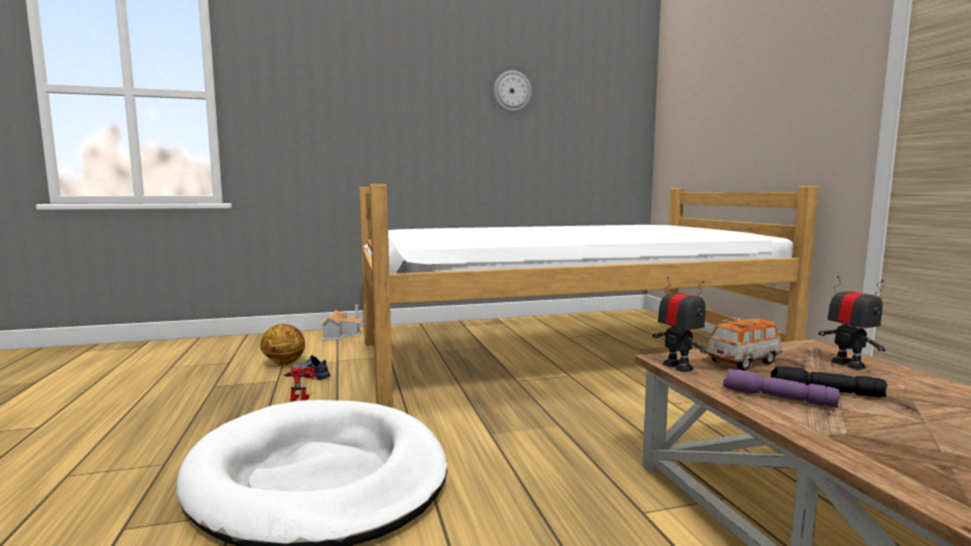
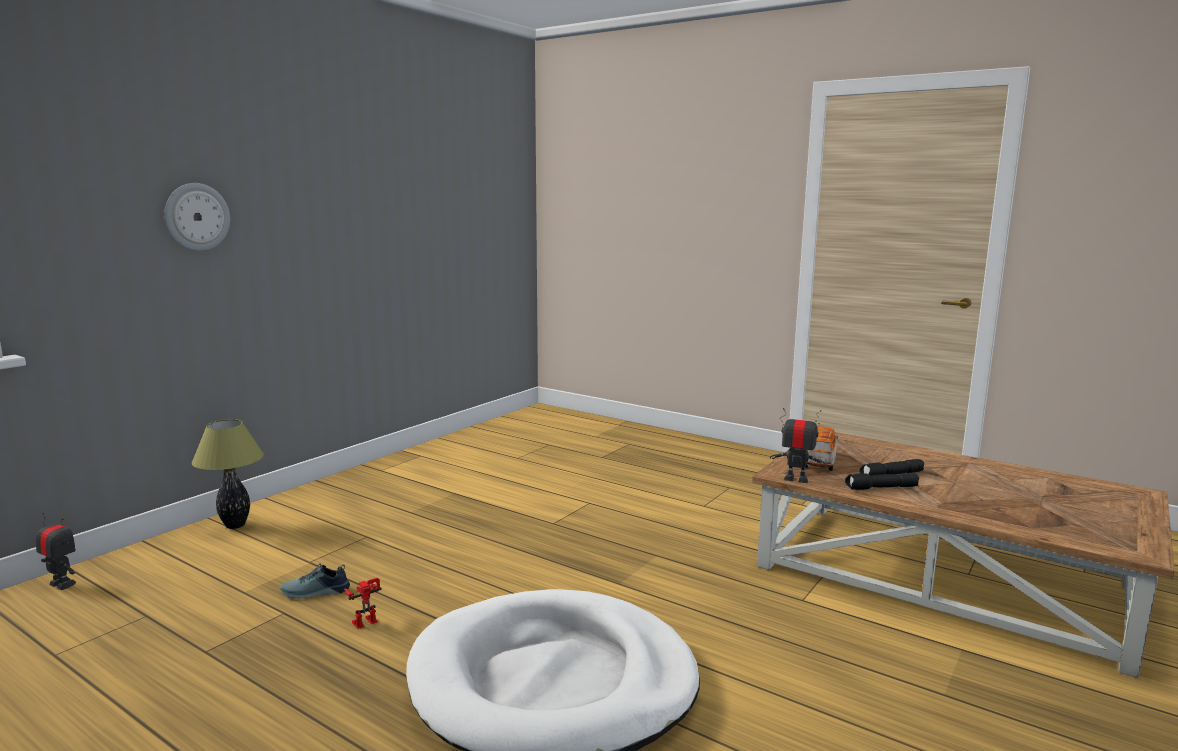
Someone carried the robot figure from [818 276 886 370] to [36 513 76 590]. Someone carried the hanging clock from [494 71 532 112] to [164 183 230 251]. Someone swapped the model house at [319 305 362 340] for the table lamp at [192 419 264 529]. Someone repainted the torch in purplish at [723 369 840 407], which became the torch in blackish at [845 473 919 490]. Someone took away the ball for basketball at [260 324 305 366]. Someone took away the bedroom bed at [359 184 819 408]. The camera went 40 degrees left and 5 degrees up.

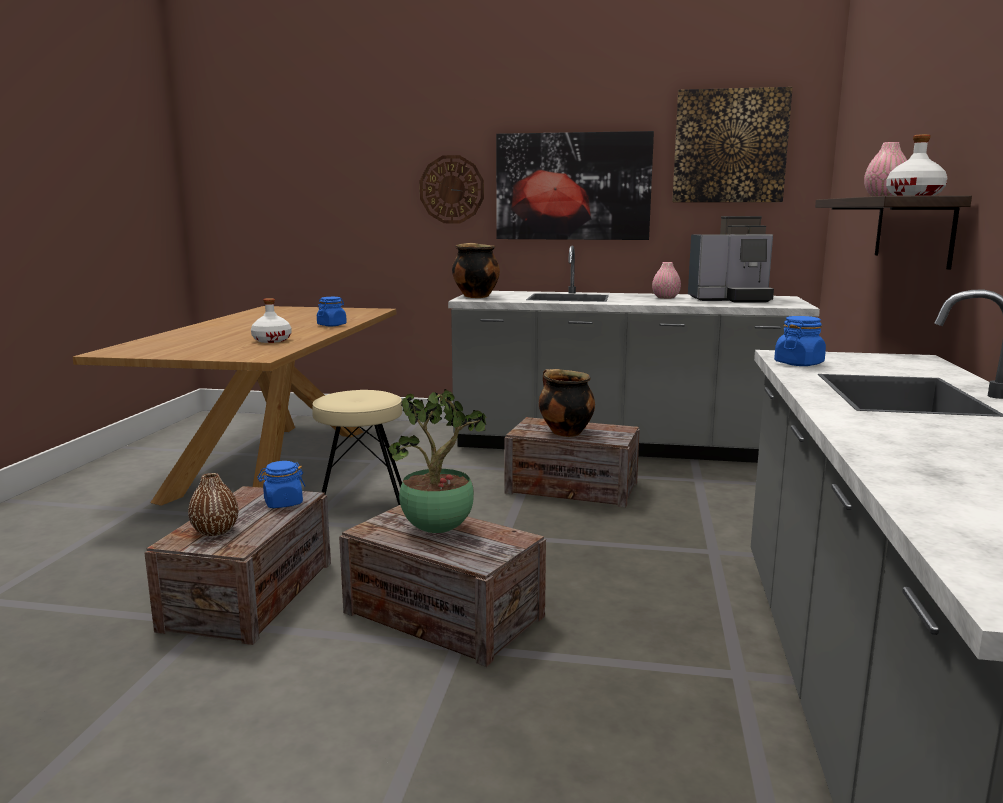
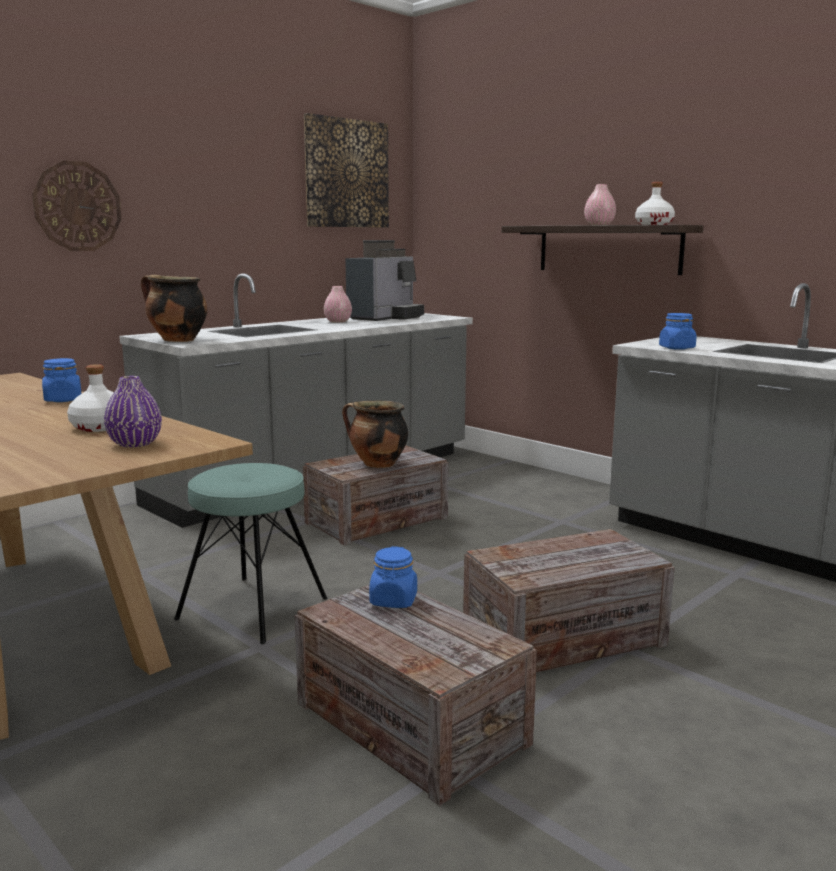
Someone put down the vase in purplish at [104 376 162 448]. Someone repainted the stool in beige-coloured at [312 390 402 505], which became the stool in turquoise at [174 463 327 644]. Someone took away the vase in brown at [188 473 239 536]. Someone took away the plant in a pot at [388 389 487 533]. Someone took away the wall picture at [496 131 654 240]. The camera went 55 degrees left and 0 degrees up.

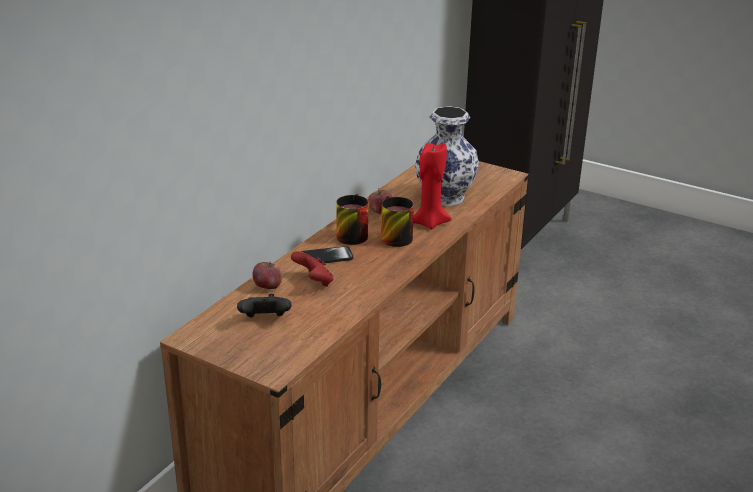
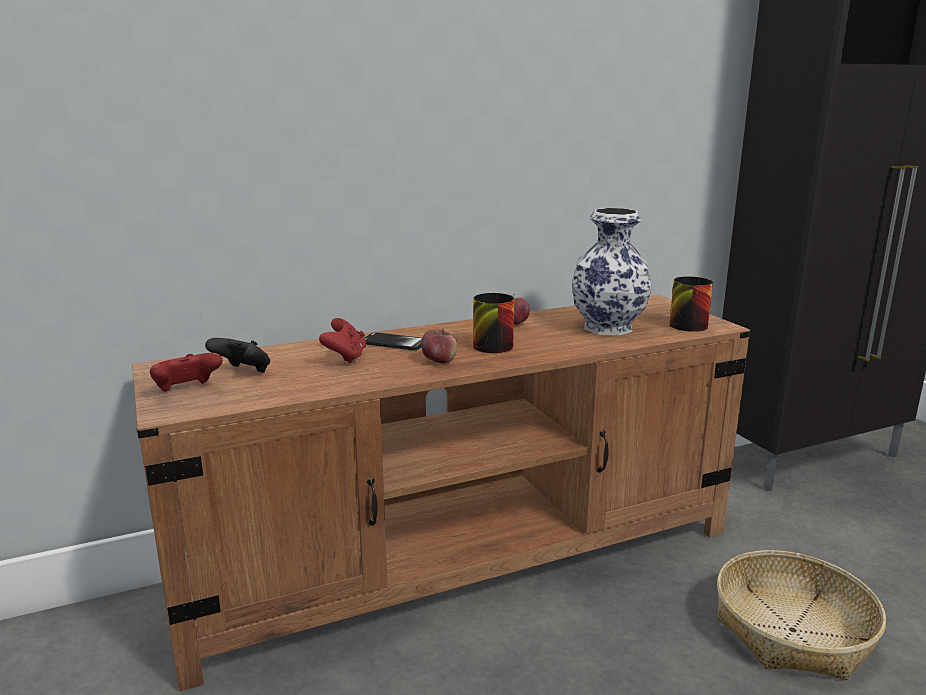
Someone put down the joypad in red at [150 353 222 392]. Someone carried the apple from [252 262 283 289] to [421 328 458 364]. Someone carried the tea mug from [336 194 368 245] to [669 276 713 332]. Someone put down the storage basket at [717 550 886 680]. Someone took away the candle in red at [413 142 451 230]. The camera went 35 degrees right and 10 degrees down.

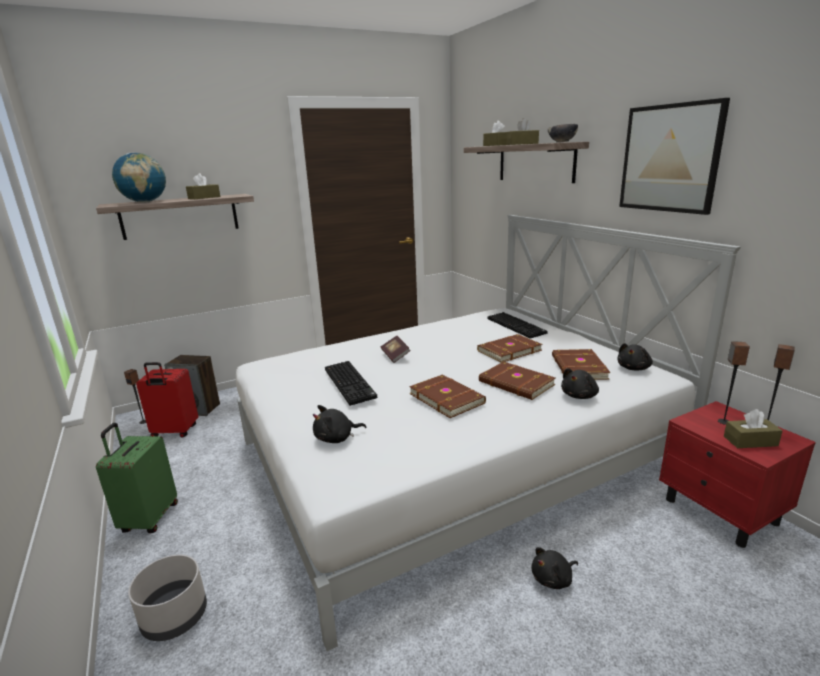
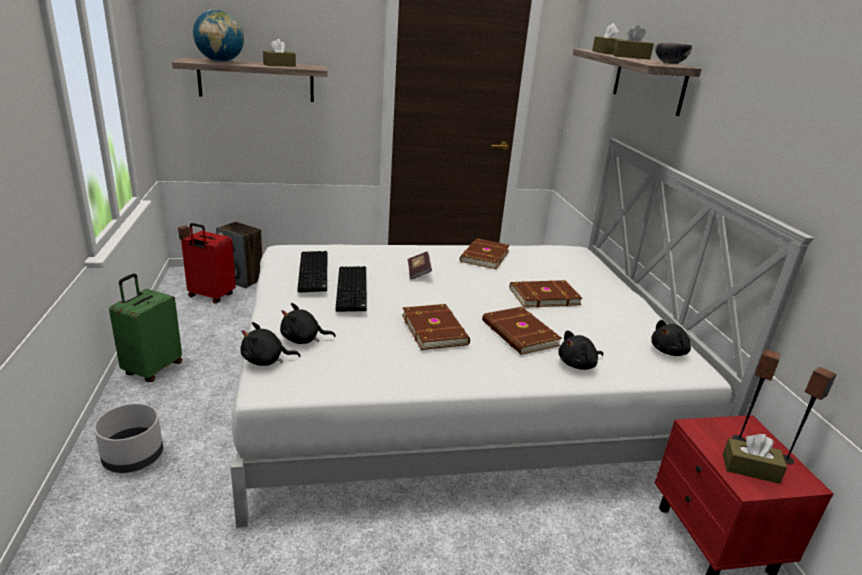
Someone carried the cuddly toy in blackish from [532 547 578 589] to [240 322 301 366]. Someone carried the PC keyboard from [487 312 548 339] to [297 251 327 293]. Someone carried the book in brown from [552 349 611 380] to [460 238 510 269]. Someone took away the wall picture at [619 98 730 215]. The camera went 15 degrees right and 5 degrees up.

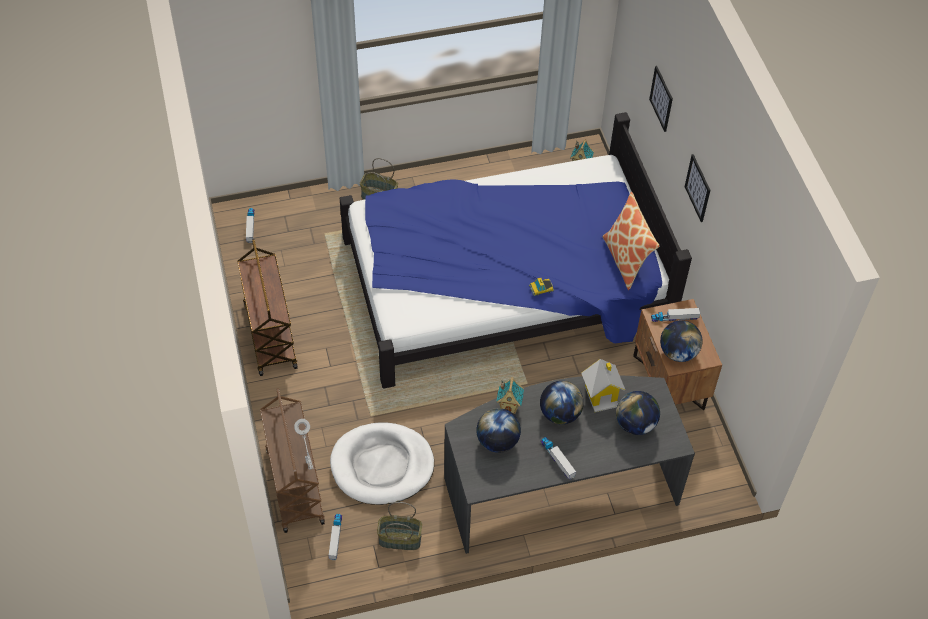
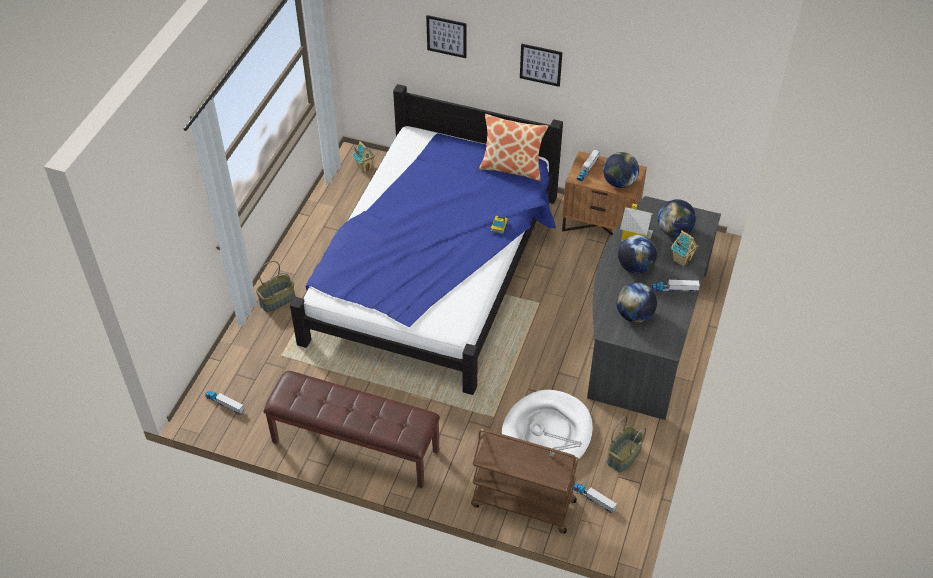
Someone swapped the wheeled cart in brown at [237 239 298 376] for the bench in brown at [263 371 440 488]. Someone carried the model house from [496 377 524 414] to [671 231 699 267]. The camera went 55 degrees left and 5 degrees down.

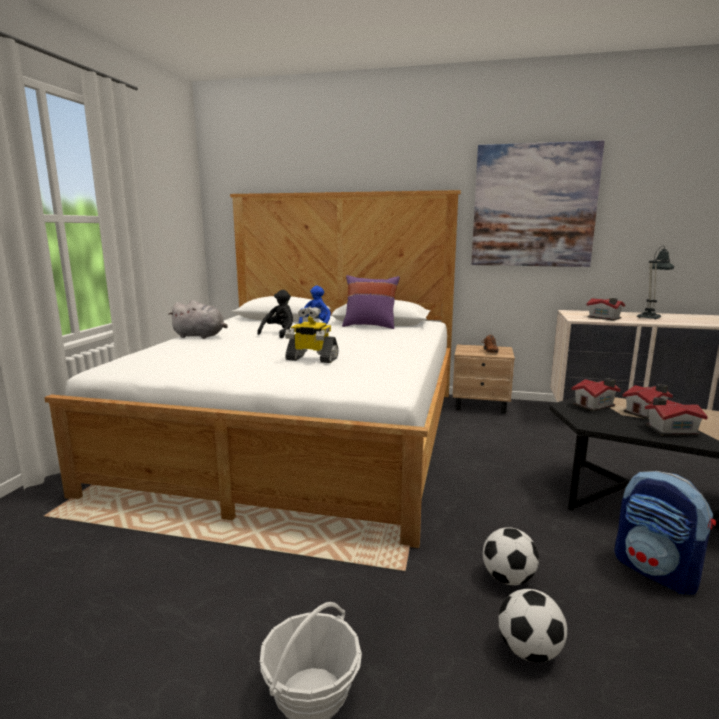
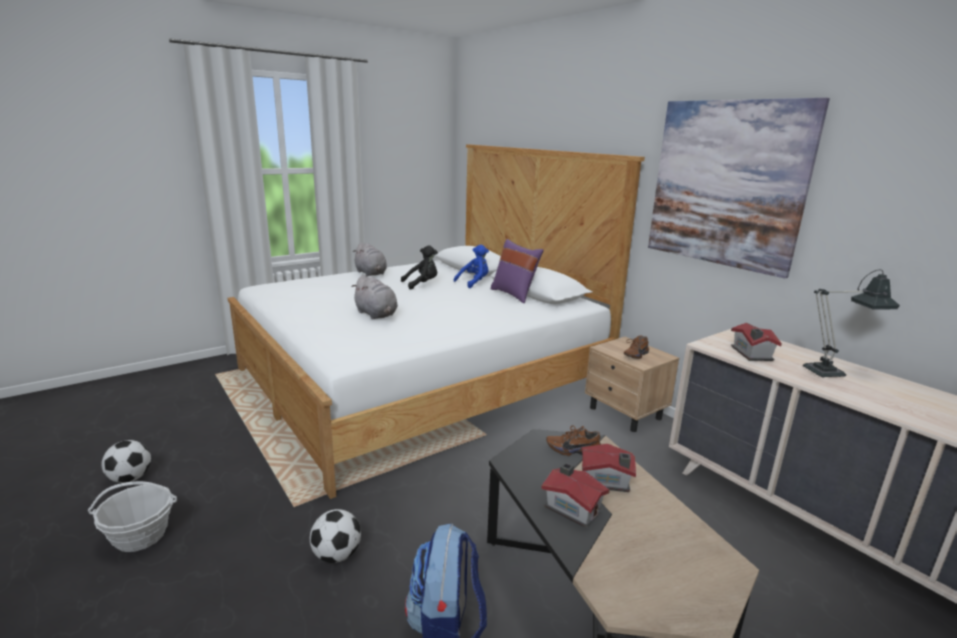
Someone carried the football from [498 589 567 663] to [101 440 151 483]. Someone swapped the robot figure at [285 307 339 363] for the cuddly toy in gray at [351 275 398 319]. Someone swapped the model house at [571 378 621 412] for the shoe in brown at [546 425 601 456]. The camera went 40 degrees right and 5 degrees up.

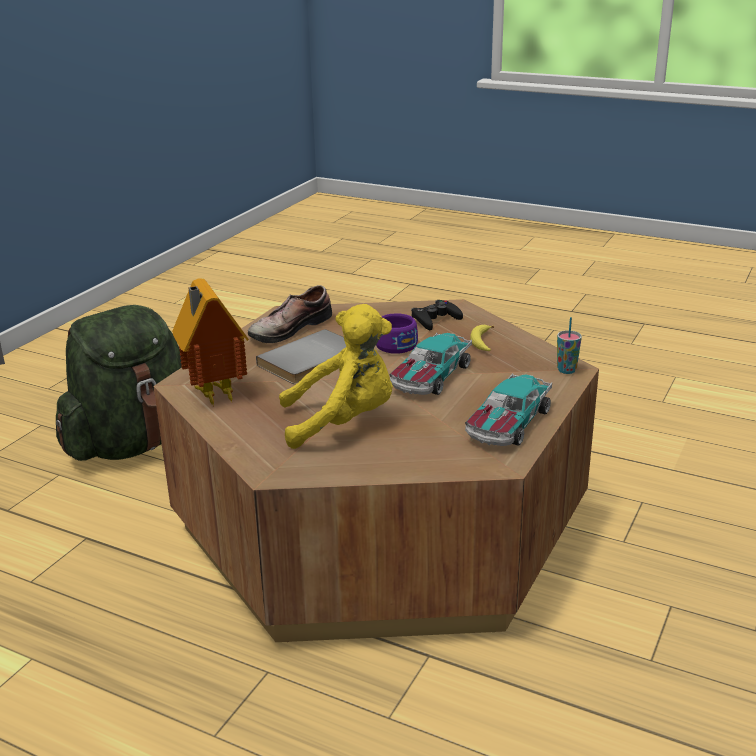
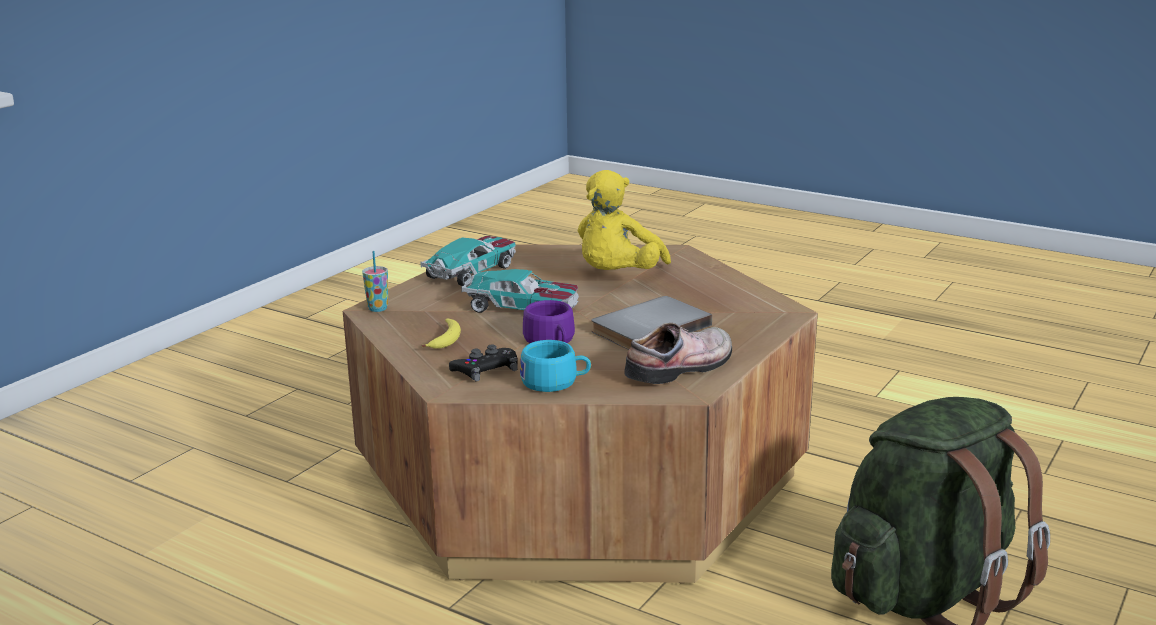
Someone rotated the toy car at [389 333 472 395] by 75 degrees clockwise. Someone put down the small cup in turquoise at [520 340 591 392]. Someone rotated the cuddly toy in yellowish at [279 304 393 449] by 60 degrees counterclockwise. Someone took away the model house at [172 278 249 407]. The camera went 175 degrees left and 5 degrees down.

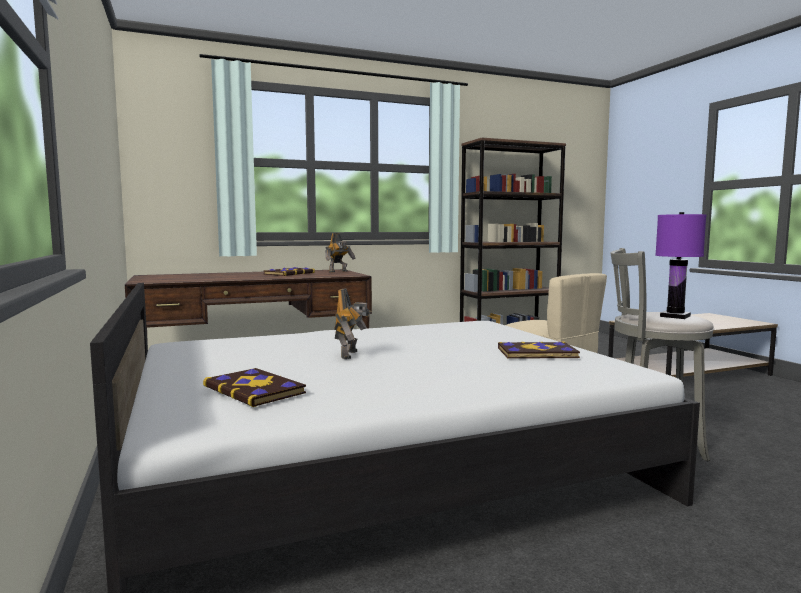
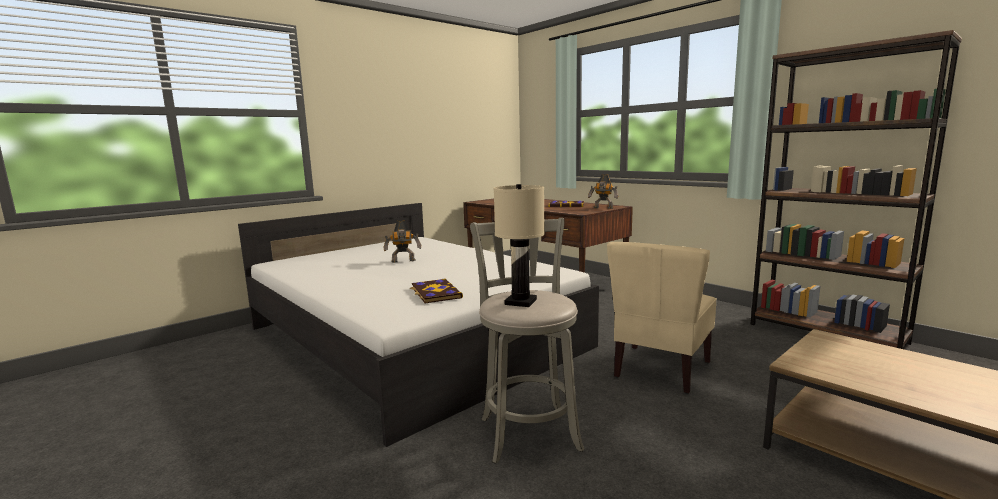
Someone repainted the table lamp in purplish at [655 212 706 319], which became the table lamp in beige-coloured at [494 184 545 307]. Someone took away the book at [203 368 306 407]. The camera went 70 degrees right and 5 degrees up.

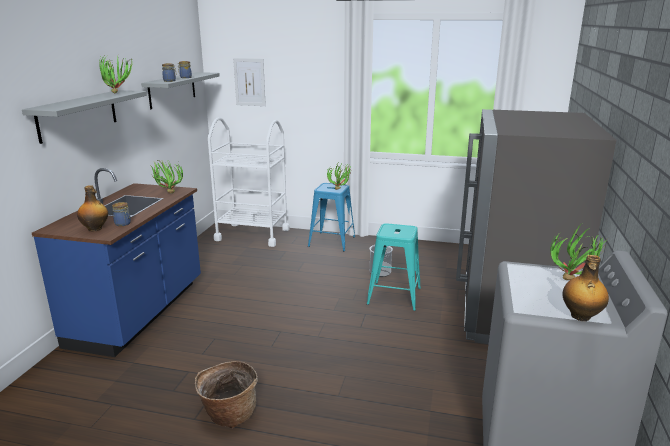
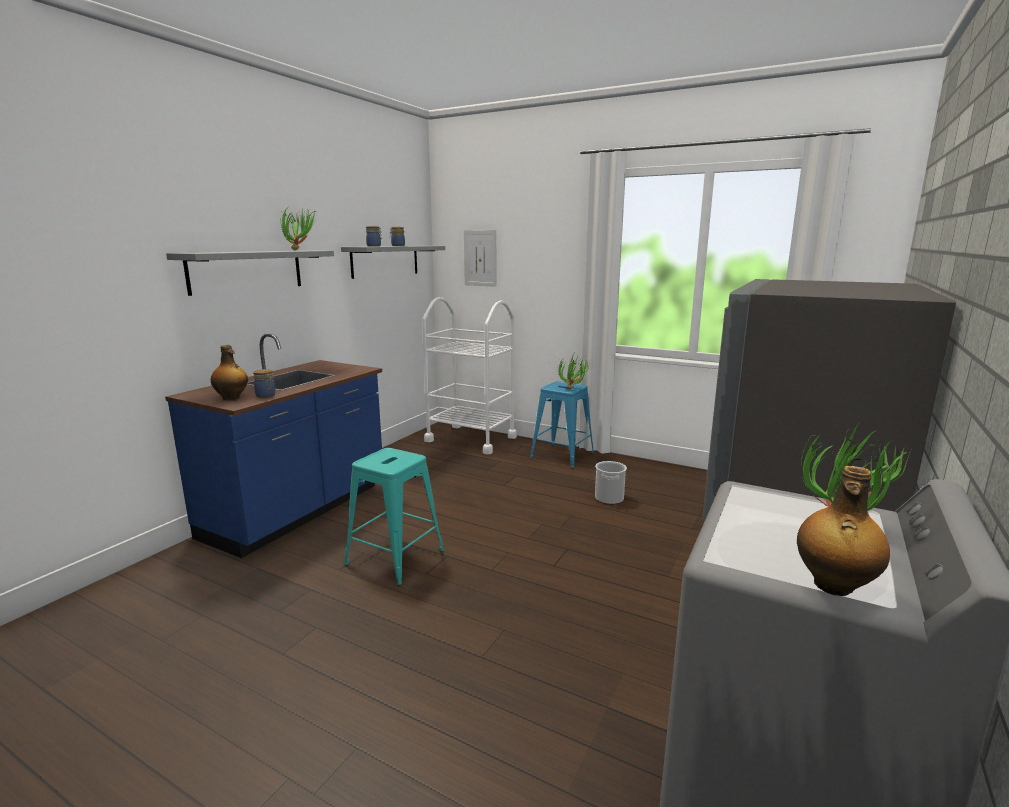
Someone carried the stool in turquoise from [367 223 421 311] to [344 448 444 585]. Someone took away the plant in a pot at [149 159 183 193]. Someone took away the storage basket at [195 361 258 428]. The camera went 15 degrees right and 5 degrees down.

